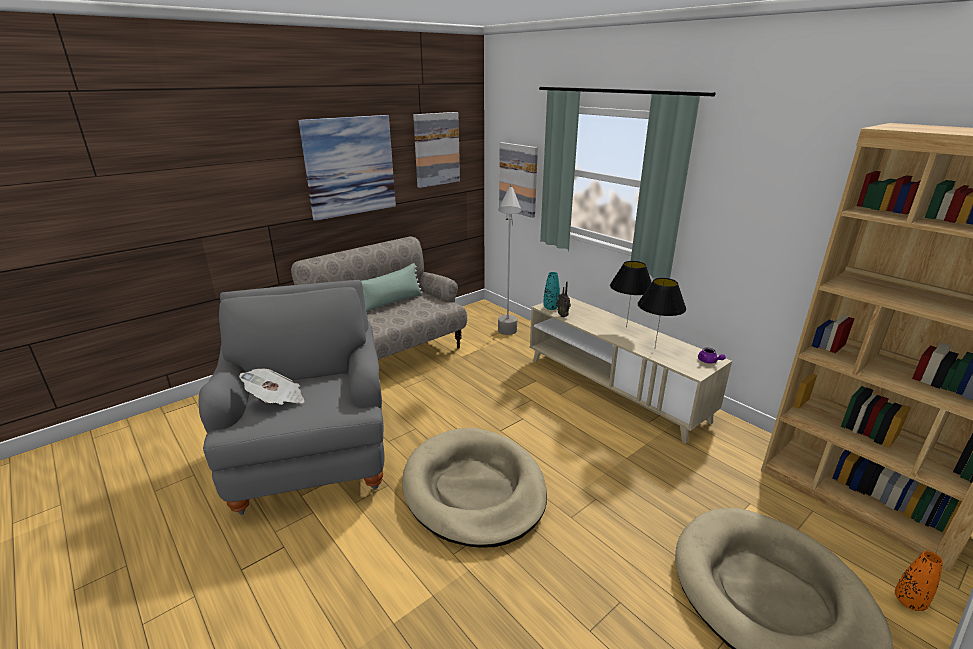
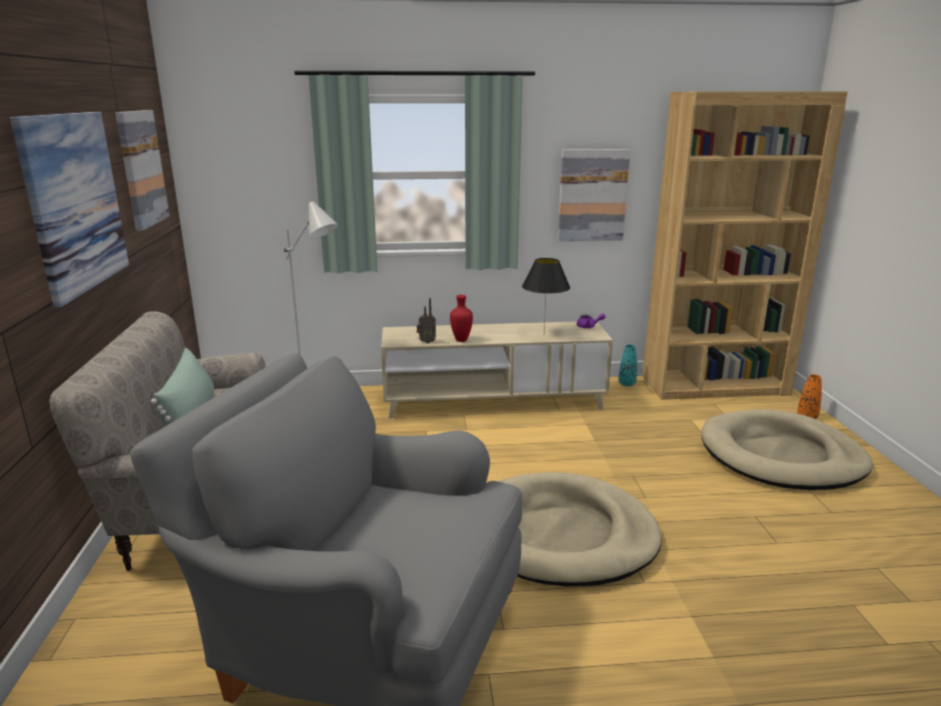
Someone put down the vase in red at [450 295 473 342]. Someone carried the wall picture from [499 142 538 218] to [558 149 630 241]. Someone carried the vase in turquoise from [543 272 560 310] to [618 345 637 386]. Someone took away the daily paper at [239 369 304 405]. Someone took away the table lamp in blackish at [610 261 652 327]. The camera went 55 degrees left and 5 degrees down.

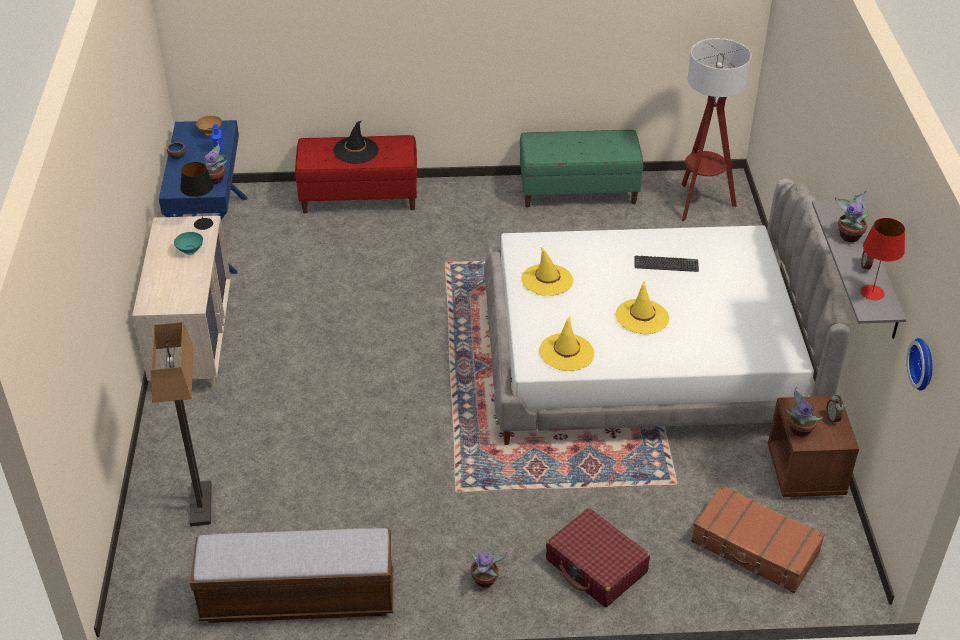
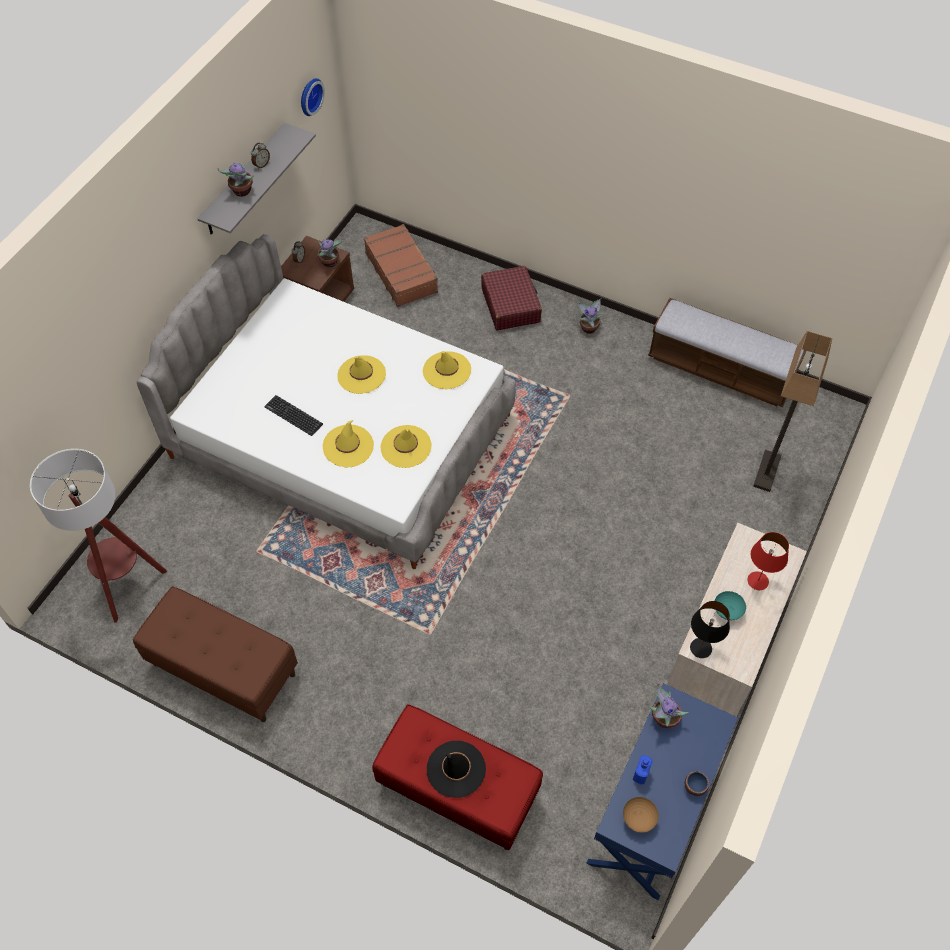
Someone repainted the bench in green-coloured at [520 130 643 207], which became the bench in brown at [133 586 298 722]. Someone put down the hat in yellowish at [323 420 374 467]. Someone carried the table lamp in red from [860 218 905 300] to [748 532 789 590]. The camera went 150 degrees left and 15 degrees up.

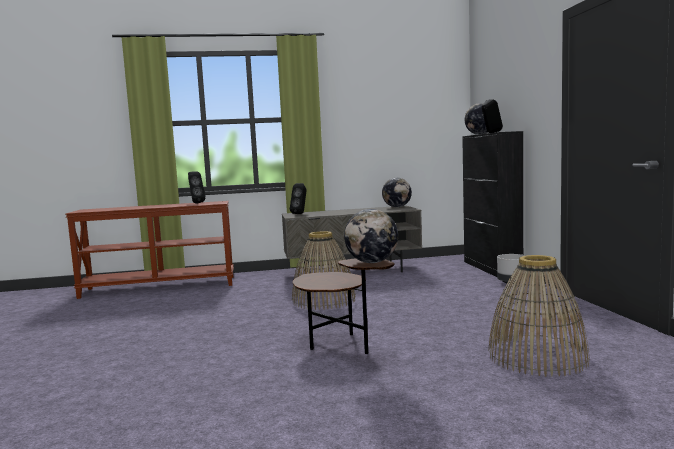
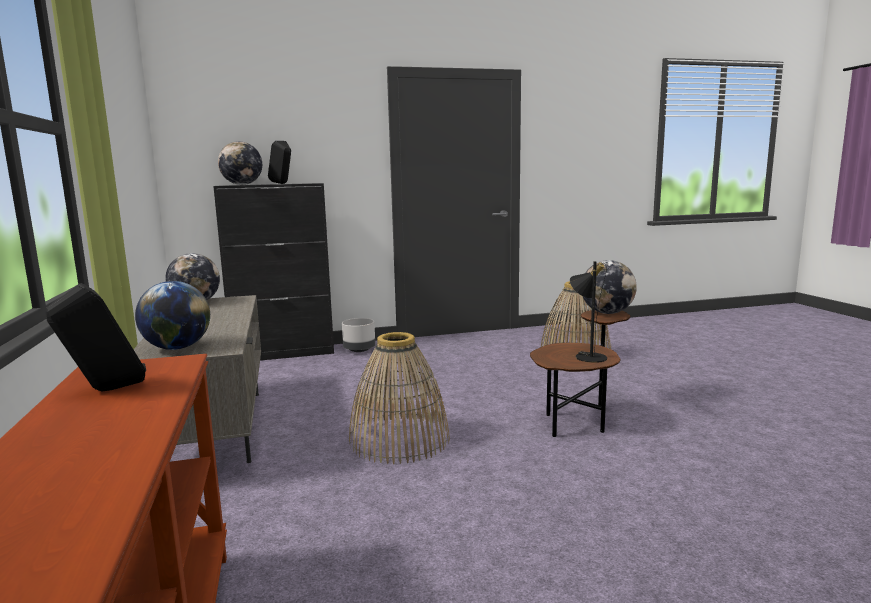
Someone swapped the loudspeaker in blackish at [290 183 307 214] for the globe at [135 281 210 350]. Someone put down the table lamp in blackish at [570 261 607 363]. The camera went 95 degrees left and 5 degrees up.

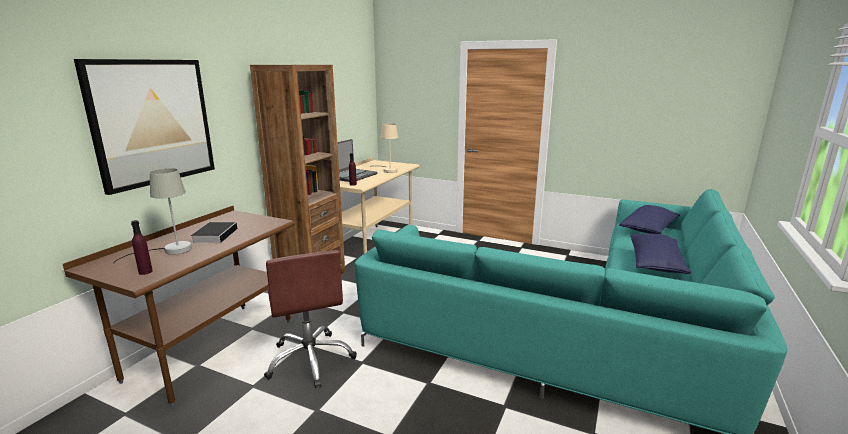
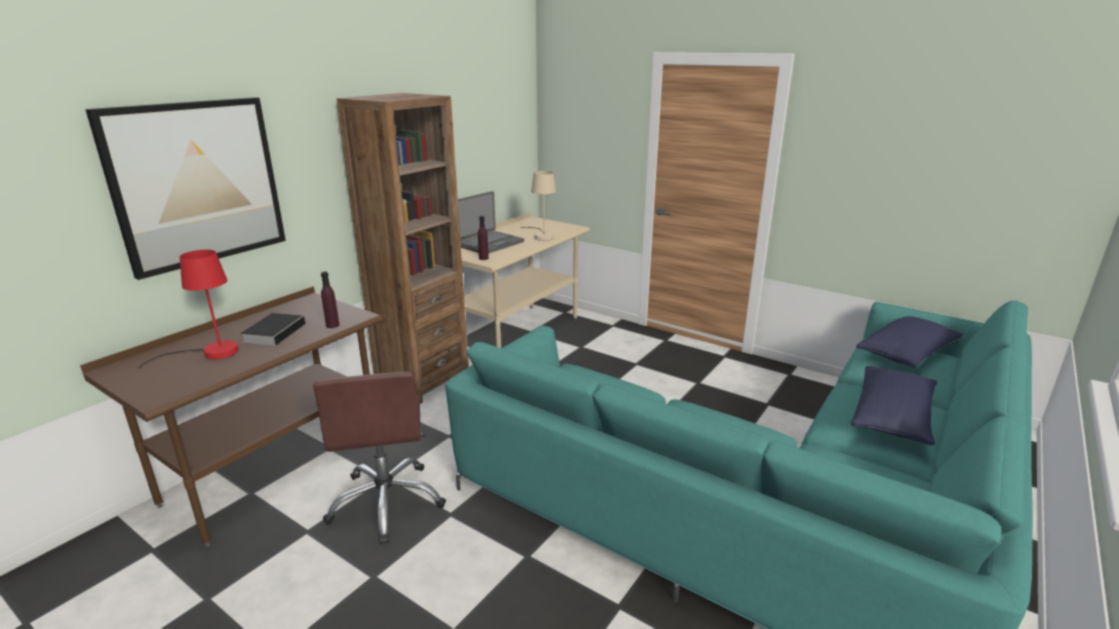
Someone repainted the table lamp in gray at [113 168 192 264], which became the table lamp in red at [138 250 239 369]. Someone carried the bottle in purplish from [131 220 153 275] to [321 271 339 328]. The camera went 10 degrees right and 5 degrees up.

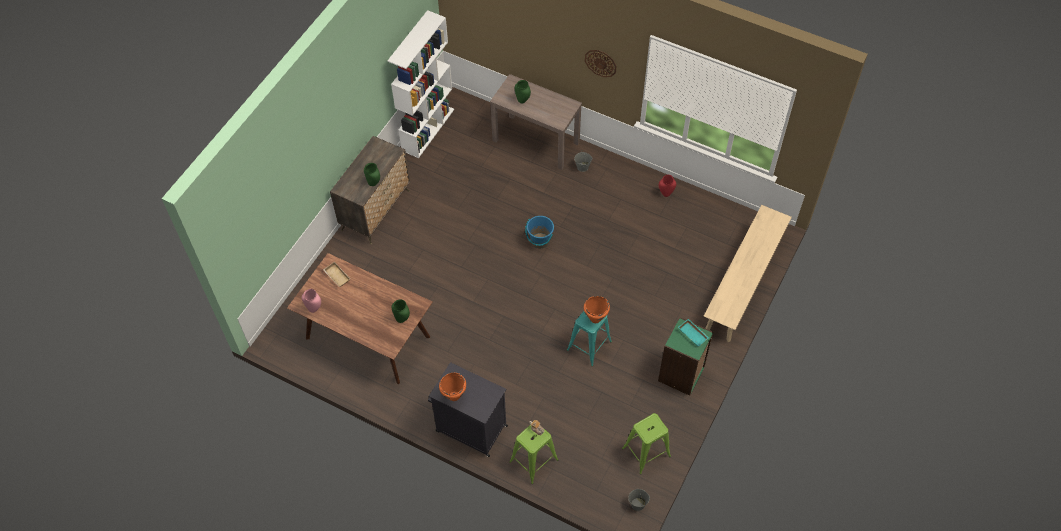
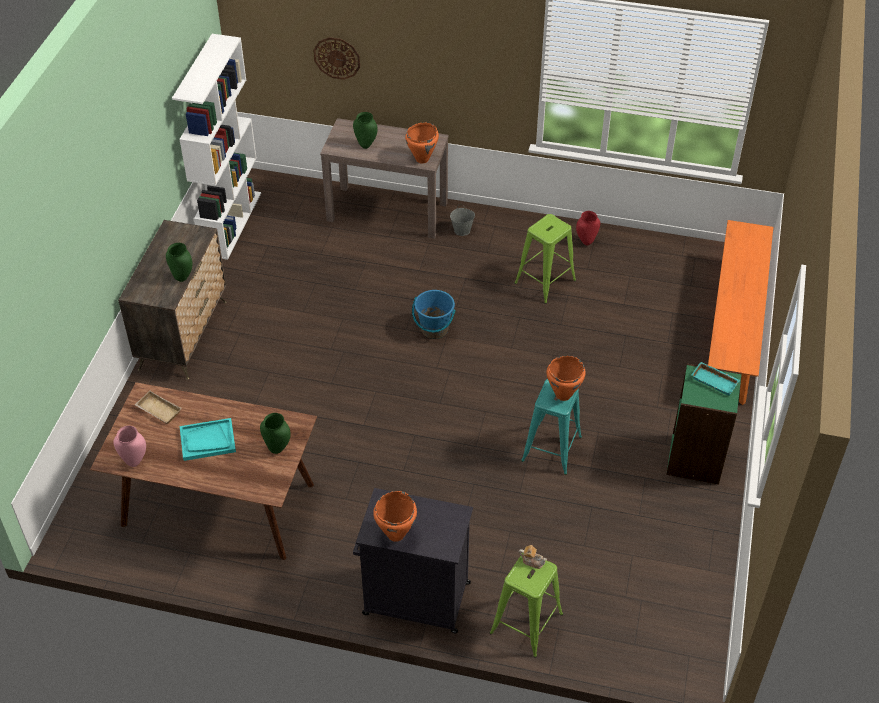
Someone put down the tray in turquoise at [180 418 236 461]. Someone carried the hanging clock from [585 50 617 77] to [313 37 360 80]. Someone put down the cooking pot in orange at [405 122 439 163]. Someone carried the stool in green-coloured from [622 413 671 474] to [514 214 576 304]. Someone repainted the bench in beige-coloured at [704 205 792 342], which became the bench in orange at [708 220 773 405]. Someone took away the pail in gray at [628 489 650 511]. The camera went 15 degrees left and 10 degrees down.

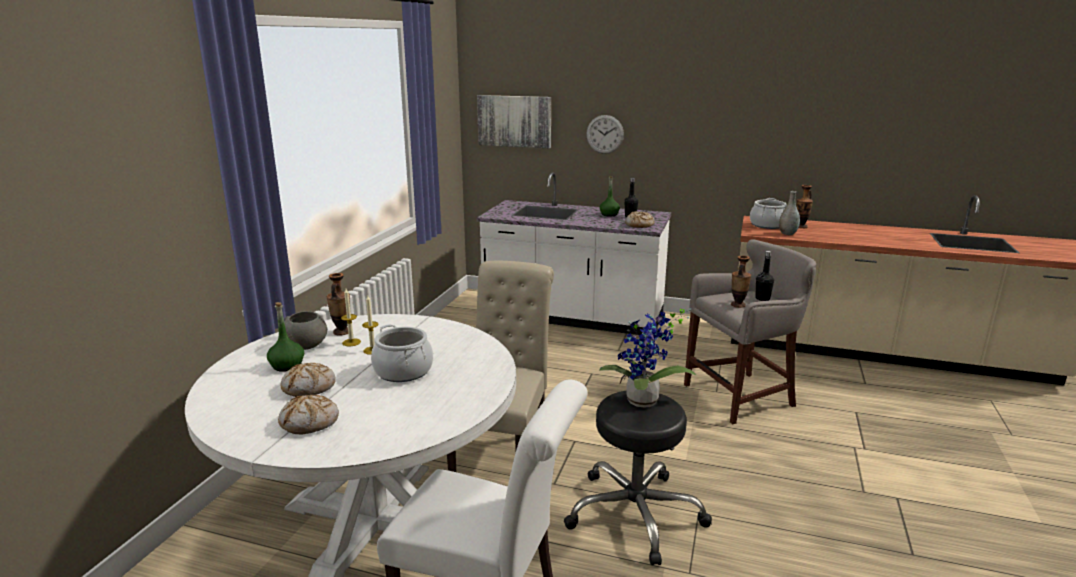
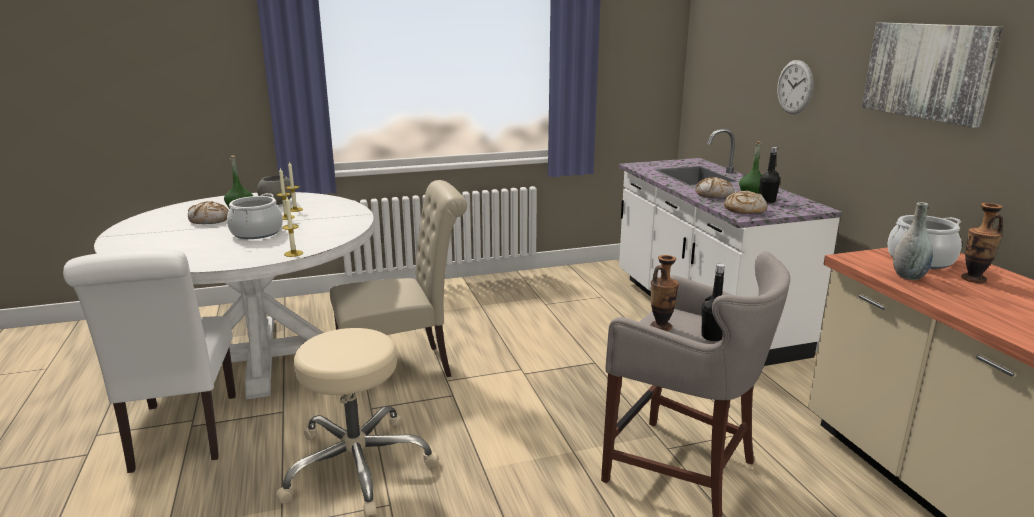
Someone repainted the stool in blackish at [564 391 712 565], which became the stool in beige-coloured at [276 328 439 517]. Someone put down the candle at [282 197 303 257]. Someone carried the baked bread from [278 395 339 434] to [695 177 734 198]. Someone carried the wall picture from [477 95 551 148] to [862 23 1003 128]. Someone took away the vase at [327 273 350 336]. Someone took away the plant in a pot at [599 308 696 407]. The camera went 55 degrees right and 0 degrees up.

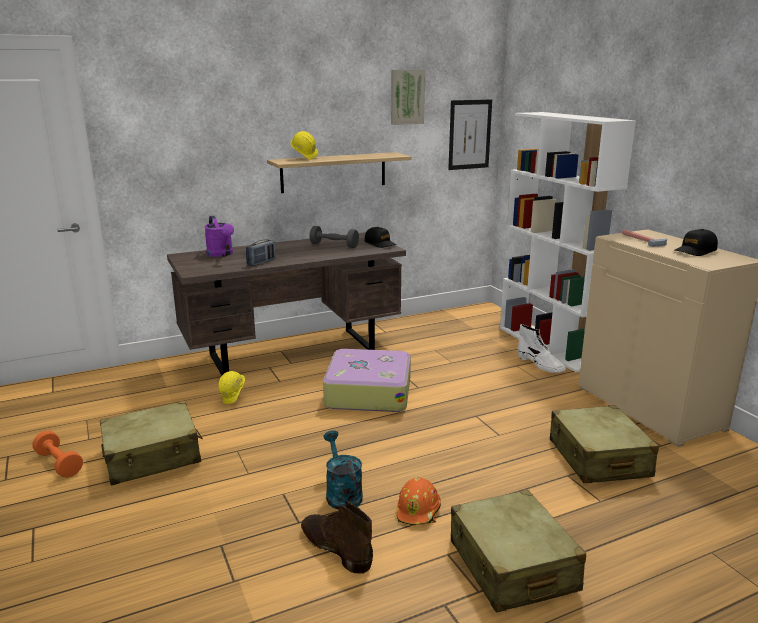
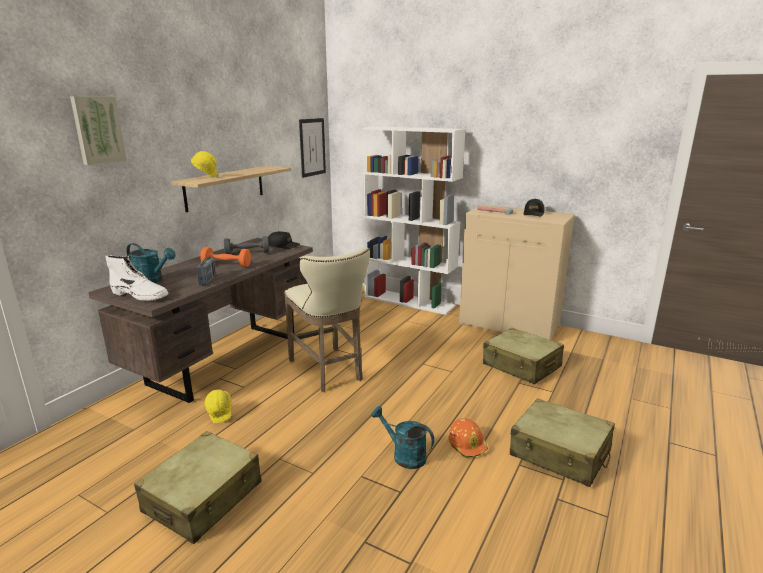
Someone carried the wall picture from [391 70 425 125] to [70 96 127 165]. Someone carried the high-top boot in whitish from [518 324 566 373] to [105 255 169 301]. Someone repainted the watering can in purplish at [204 216 234 257], which became the watering can in turquoise at [126 243 176 283]. Someone carried the dumbbell in orange from [33 431 83 478] to [200 247 251 267]. Someone swapped the travel case at [323 349 411 412] for the stool in beige-coloured at [284 247 370 392]. Someone took away the high-top boot in brown at [301 501 373 574]. The camera went 35 degrees left and 0 degrees up.

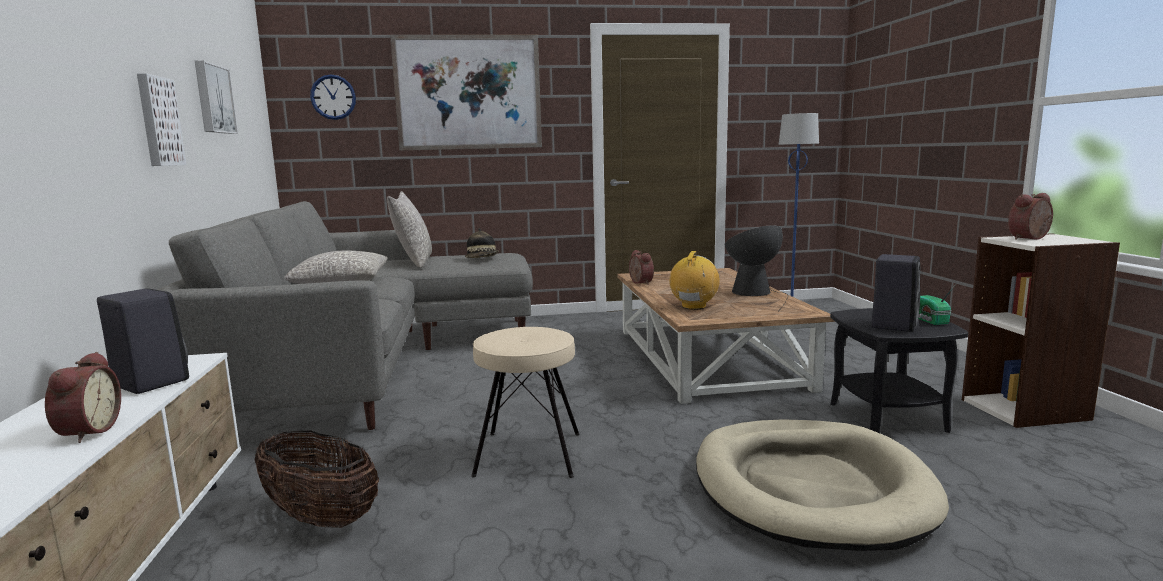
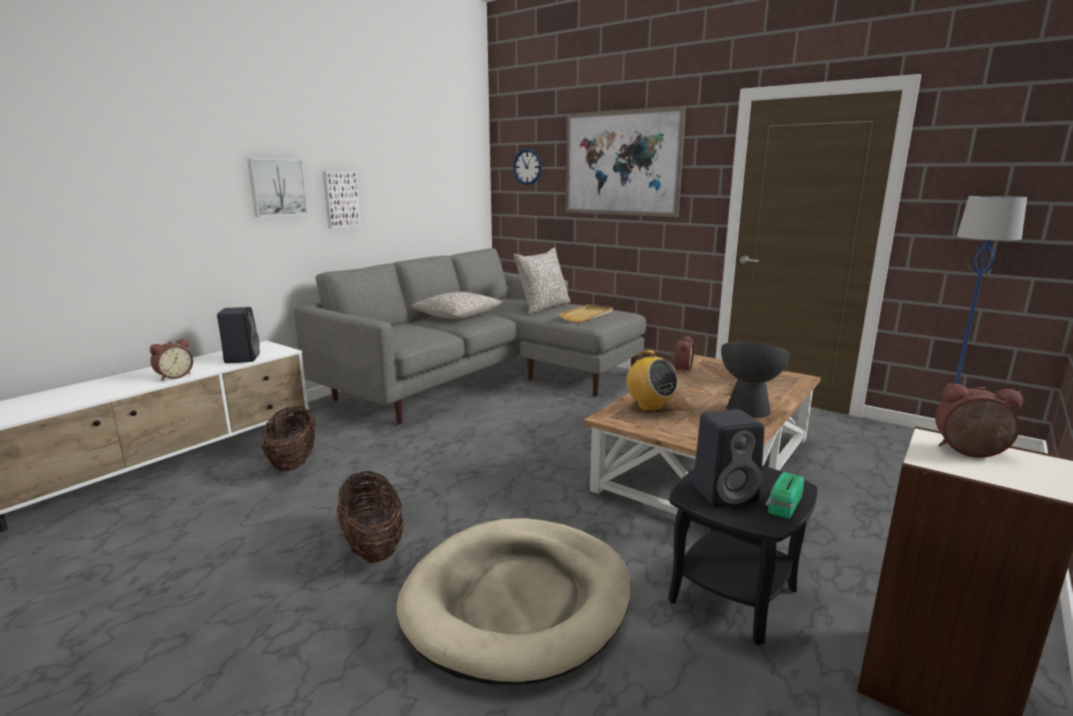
Someone carried the wall picture from [195 61 238 134] to [247 159 308 217]. Someone put down the storage basket at [337 471 403 563]. Someone swapped the hat at [465 228 499 258] for the tray in beige-coloured at [559 304 613 322]. Someone rotated the radio at [669 251 720 310] by 75 degrees clockwise. Someone took away the stool in beige-coloured at [471 327 580 478]. The camera went 45 degrees right and 5 degrees up.

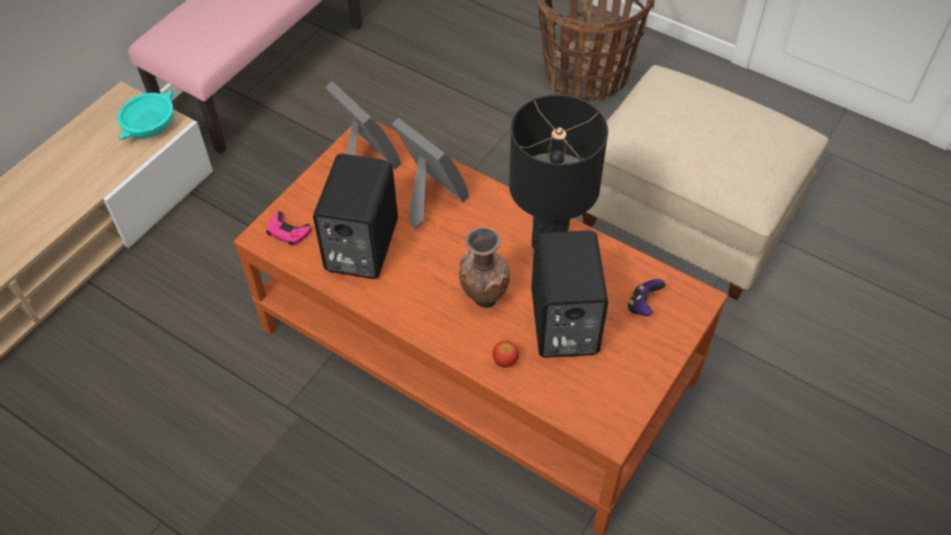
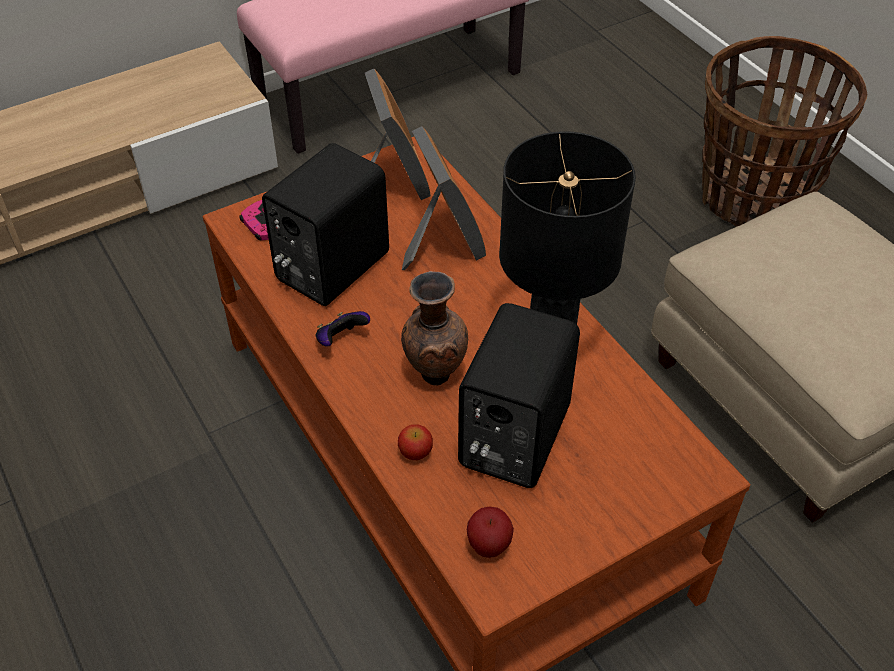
Someone carried the joypad from [627 279 666 316] to [316 311 370 347]. Someone put down the apple at [467 506 514 558]. Someone took away the bowl in turquoise at [117 90 173 140]. The camera went 25 degrees right and 5 degrees down.

